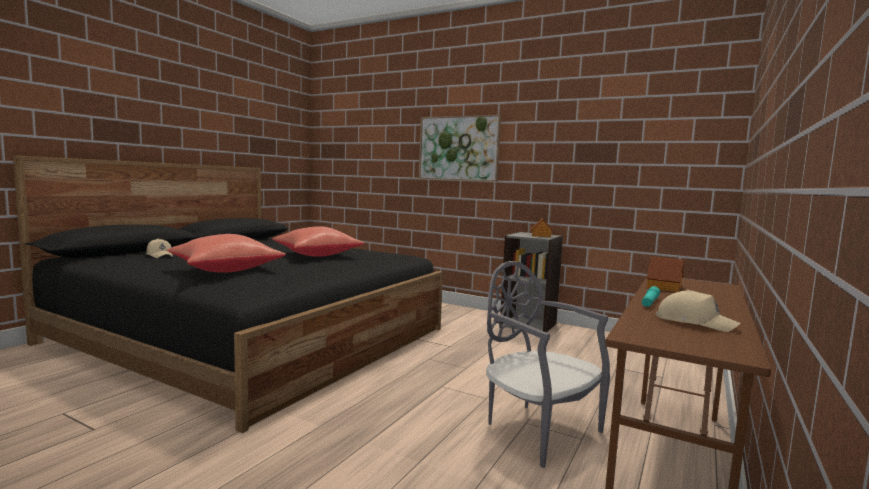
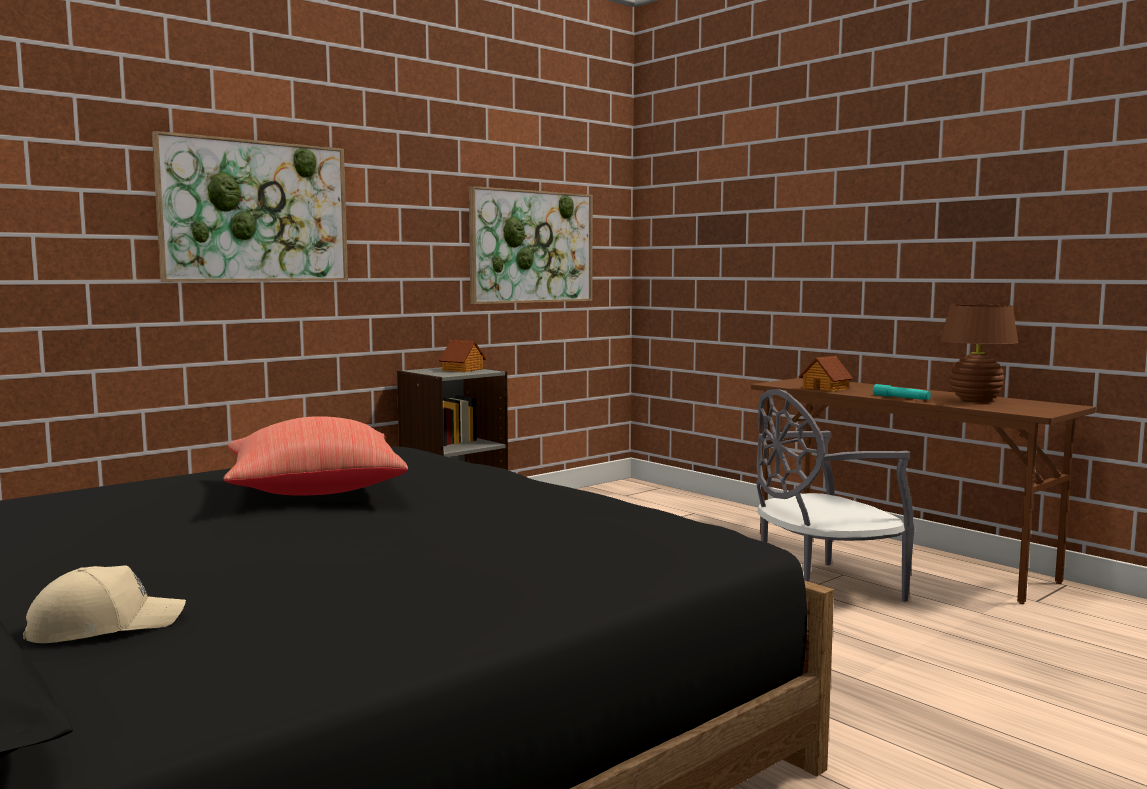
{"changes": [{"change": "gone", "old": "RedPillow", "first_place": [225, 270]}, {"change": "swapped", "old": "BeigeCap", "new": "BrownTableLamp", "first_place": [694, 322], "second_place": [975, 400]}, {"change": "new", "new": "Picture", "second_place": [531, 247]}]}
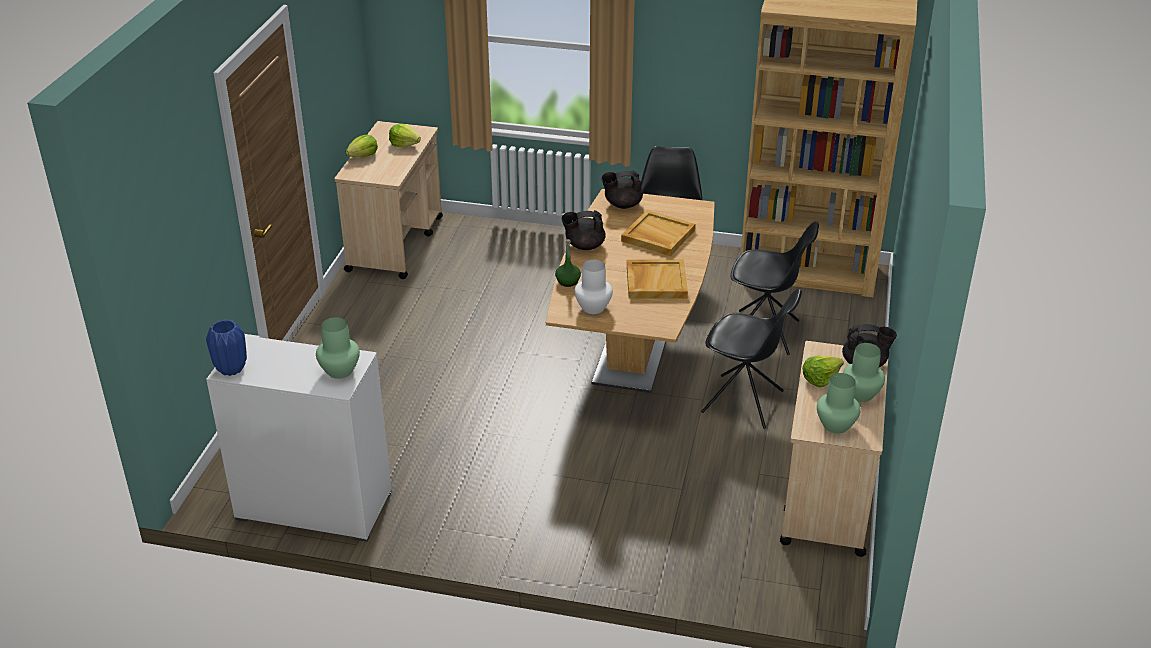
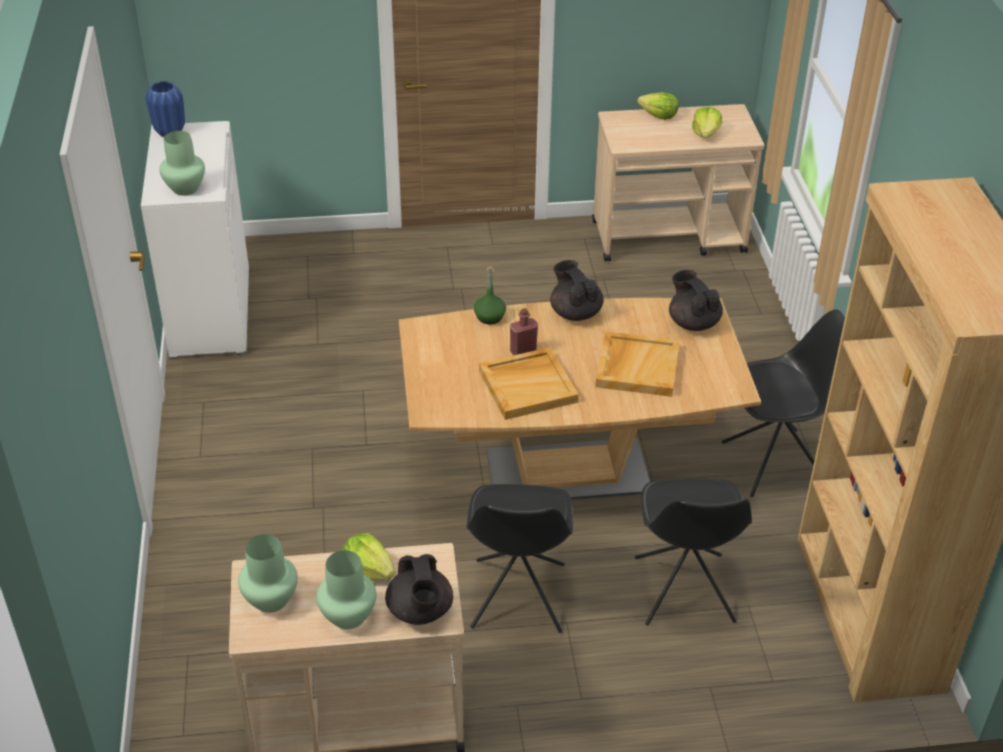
{"changes": [{"change": "gone", "old": "WhiteVase", "first_place": [594, 307]}, {"change": "new", "new": "RedBottle", "second_place": [523, 351]}]}
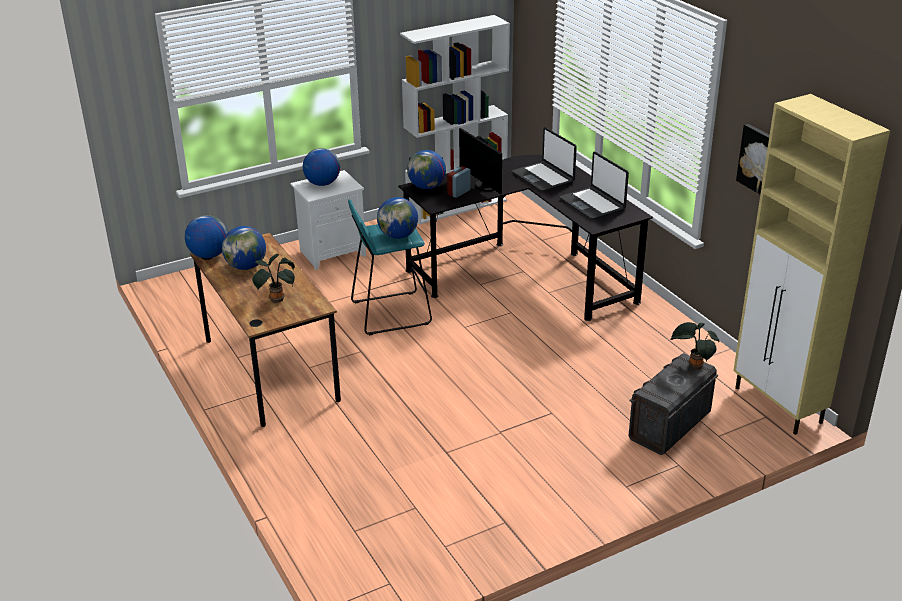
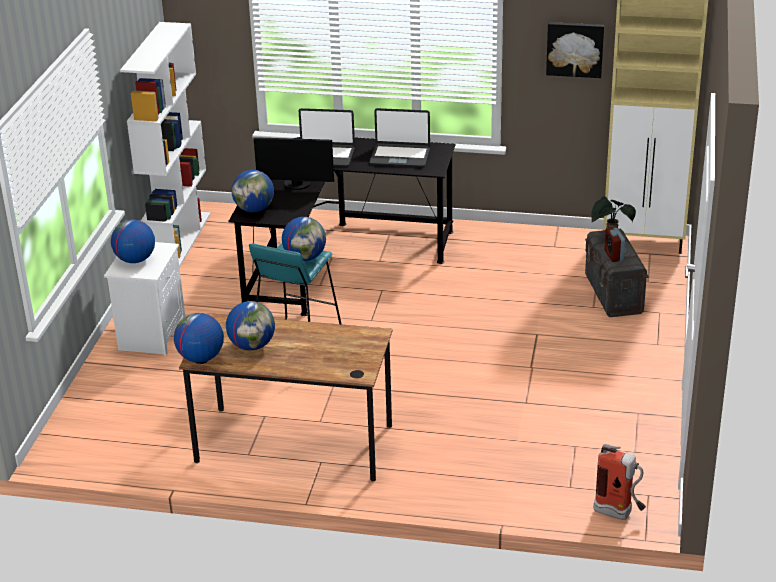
{"changes": [{"change": "gone", "old": "PottedPlant", "first_place": [276, 299]}, {"change": "shifted", "old": "AlarmClock", "first_place": [459, 192], "second_place": [613, 255]}, {"change": "new", "new": "FireExtinguisher", "second_place": [619, 514]}]}
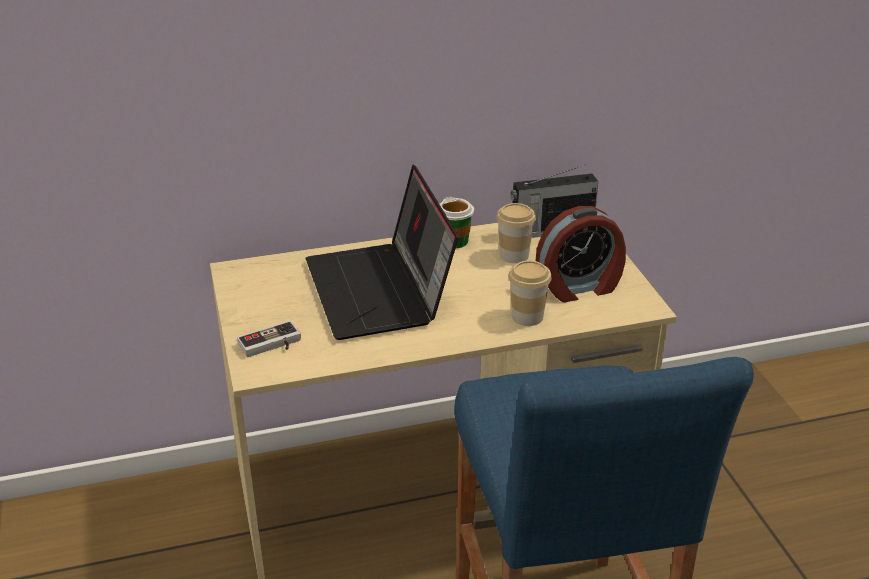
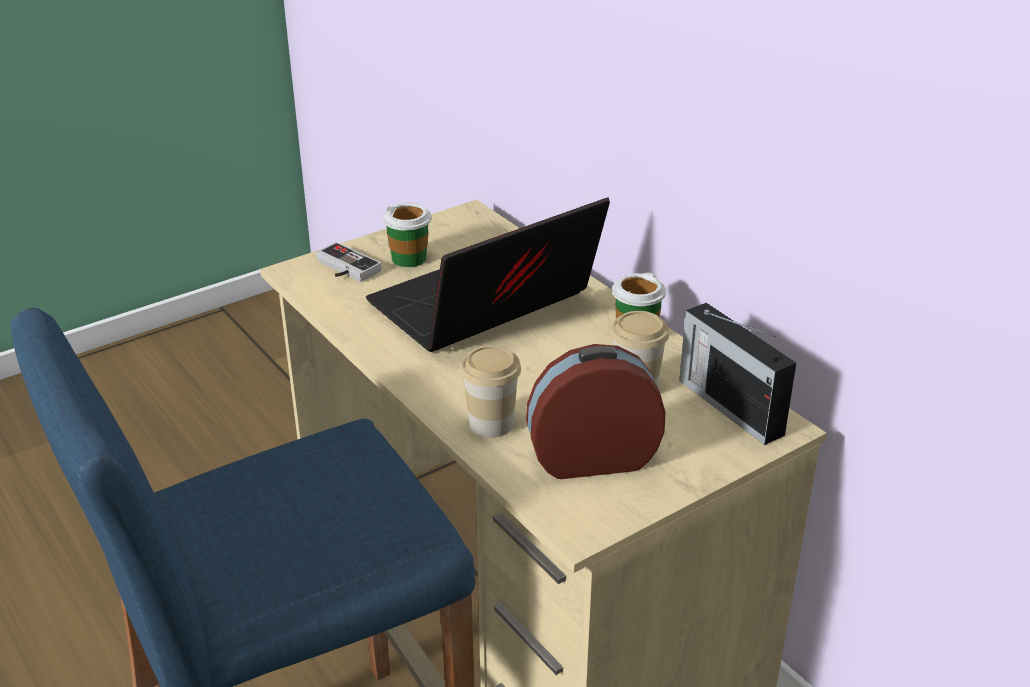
{"changes": [{"change": "rotated", "old": "AlarmClock", "first_place": [579, 287], "second_place": [592, 456], "degrees": 120}, {"change": "new", "new": "Cup", "second_place": [409, 258]}]}
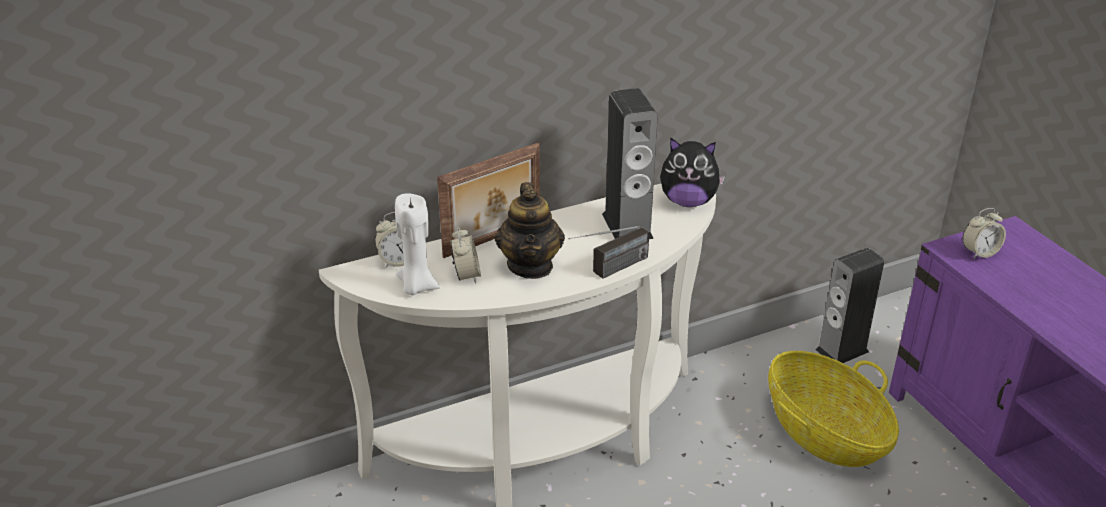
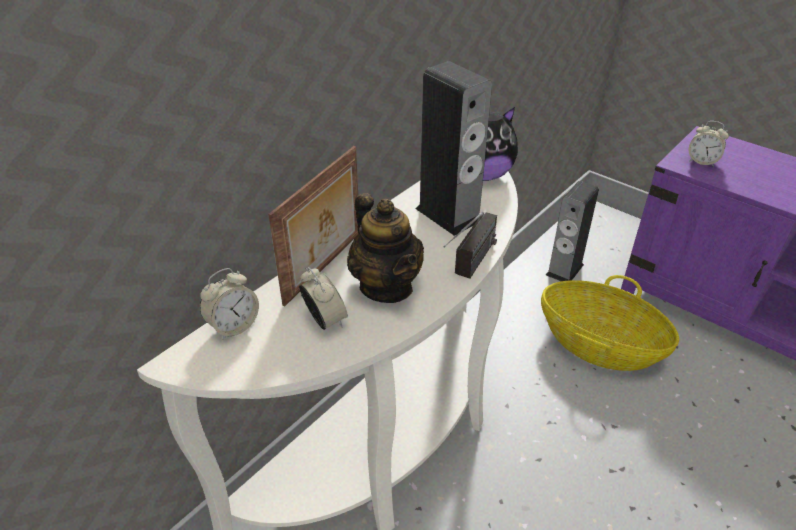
{"changes": [{"change": "gone", "old": "WhiteCandle", "first_place": [417, 286]}, {"change": "rotated", "old": "AlarmClock", "first_place": [979, 253], "second_place": [702, 161], "degrees": 75}]}
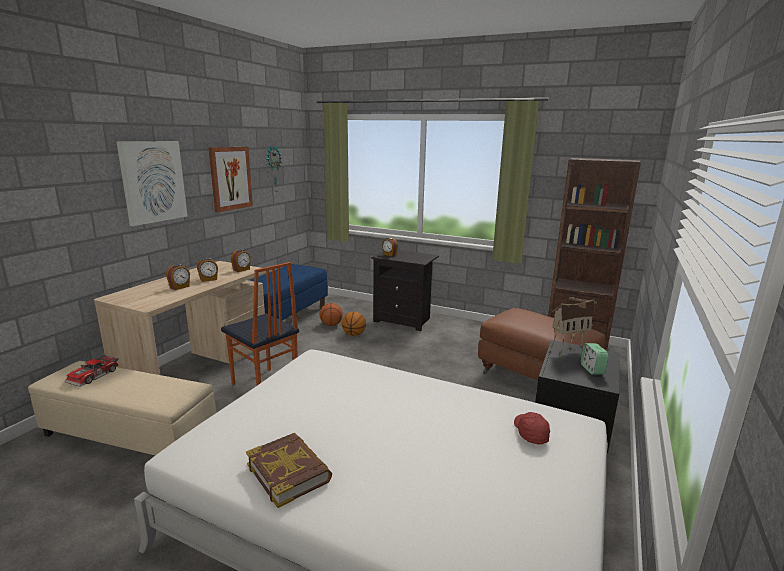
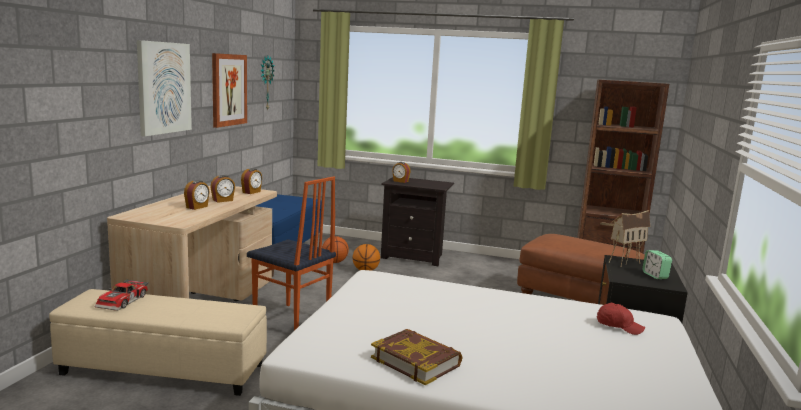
{"changes": [{"change": "rotated", "old": "RedCap", "first_place": [530, 433], "second_place": [619, 326], "degrees": 135}]}
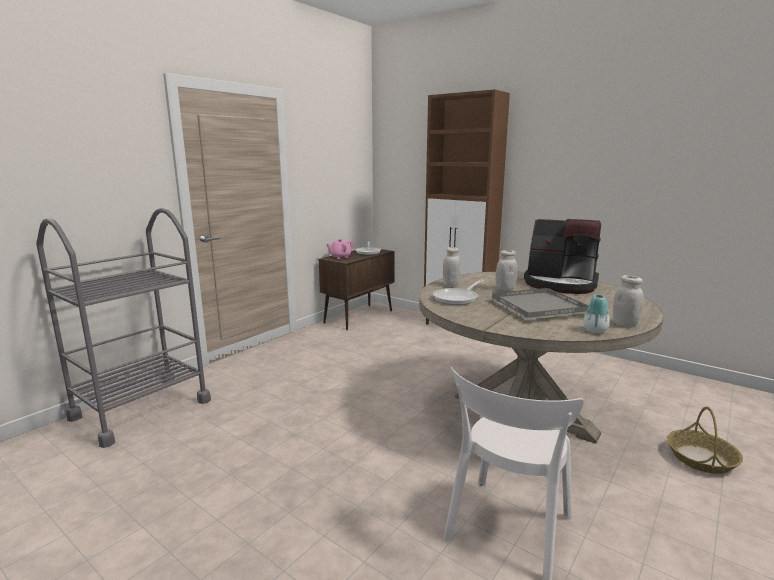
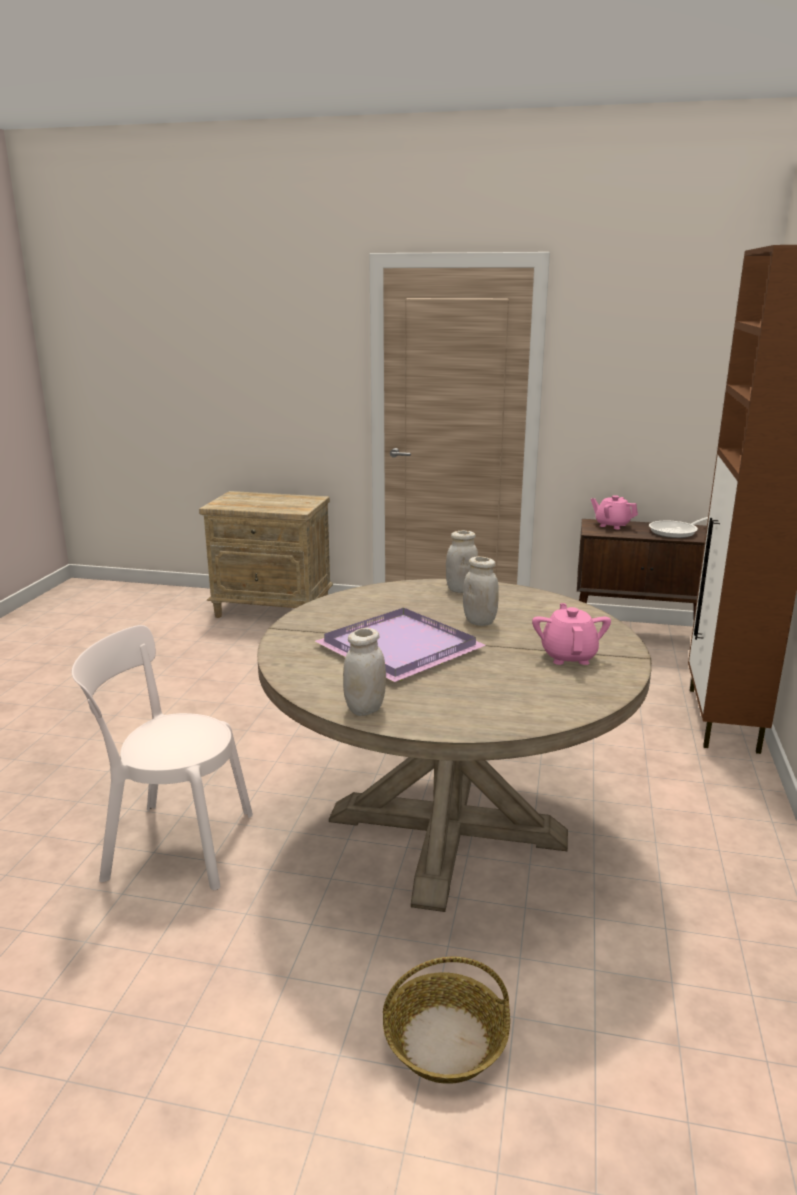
{"changes": [{"change": "swapped", "old": "GreyCart", "new": "BeigeNightstand", "first_place": [141, 409], "second_place": [273, 609]}, {"change": "gone", "old": "FryingPan", "first_place": [458, 298]}, {"change": "repainted", "old": "GreyTray", "new": "PurpleTray", "first_place": [535, 307], "second_place": [399, 647]}, {"change": "swapped", "old": "CoffeeMachine", "new": "PinkTeapot", "first_place": [560, 284], "second_place": [568, 656]}, {"change": "gone", "old": "Vase", "first_place": [595, 331]}]}
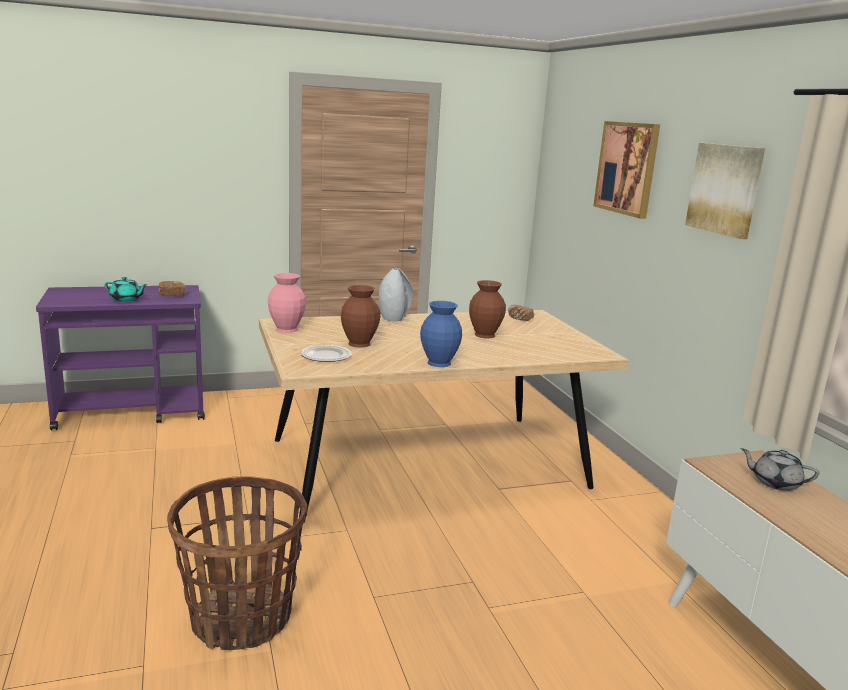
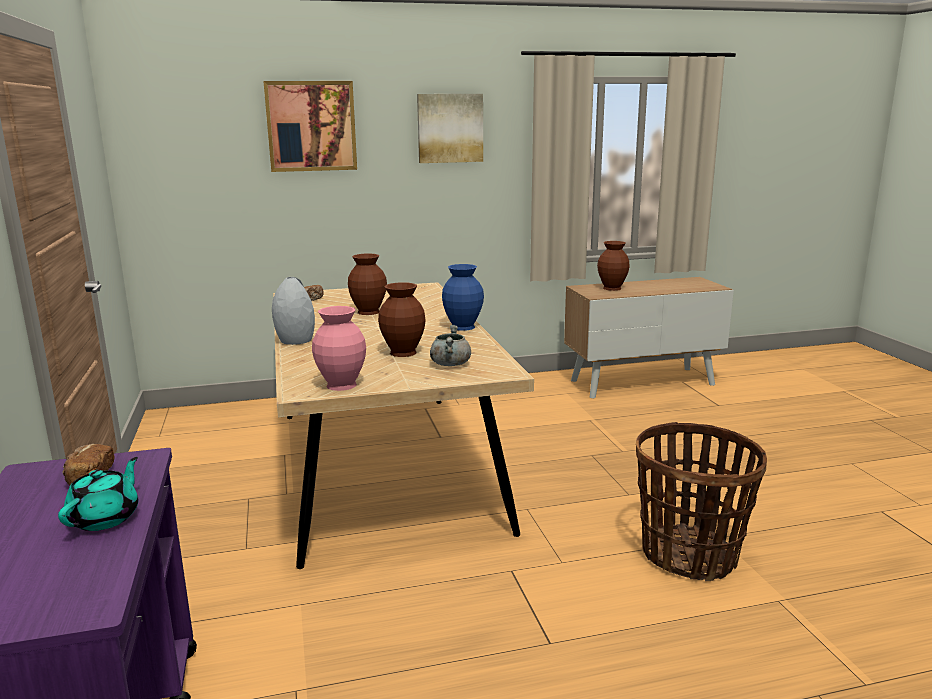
{"changes": [{"change": "swapped", "old": "Plate", "new": "GreyCookingPot", "first_place": [326, 356], "second_place": [450, 364]}, {"change": "swapped", "old": "GreyTeapot", "new": "BrownVase", "first_place": [775, 482], "second_place": [612, 288]}]}
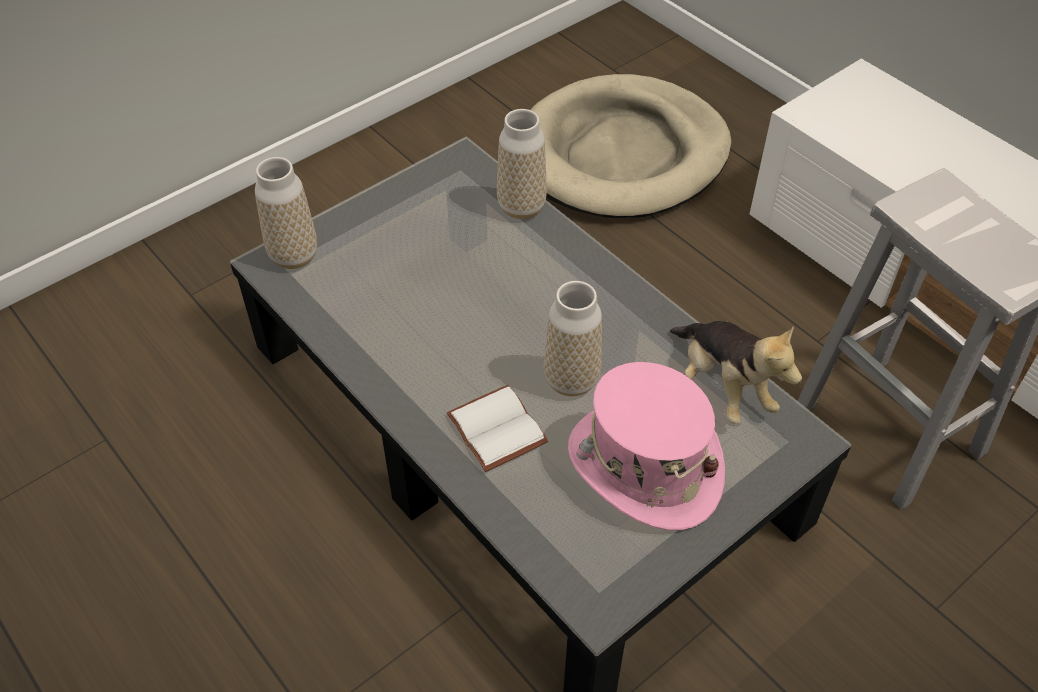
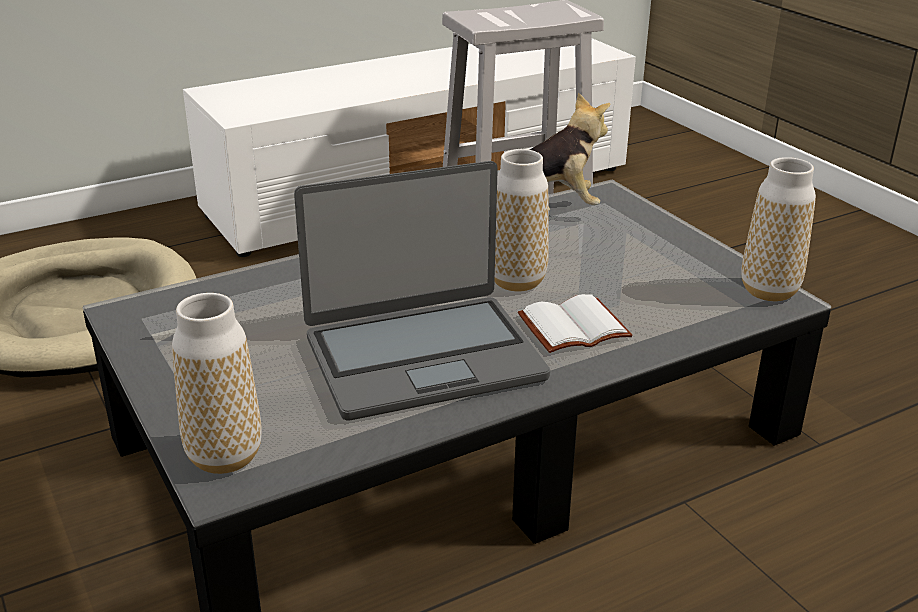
{"changes": [{"change": "shifted", "old": "Vase", "first_place": [521, 207], "second_place": [769, 291]}, {"change": "gone", "old": "PinkHat", "first_place": [643, 466]}, {"change": "new", "new": "Laptop", "second_place": [423, 356]}]}
